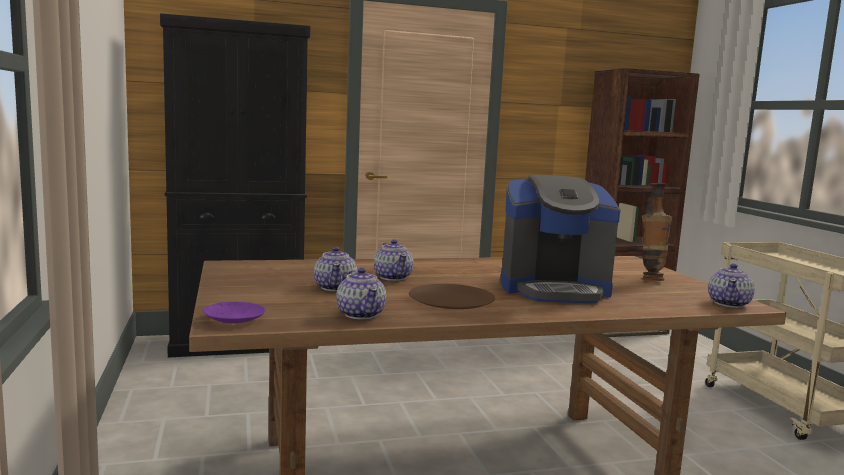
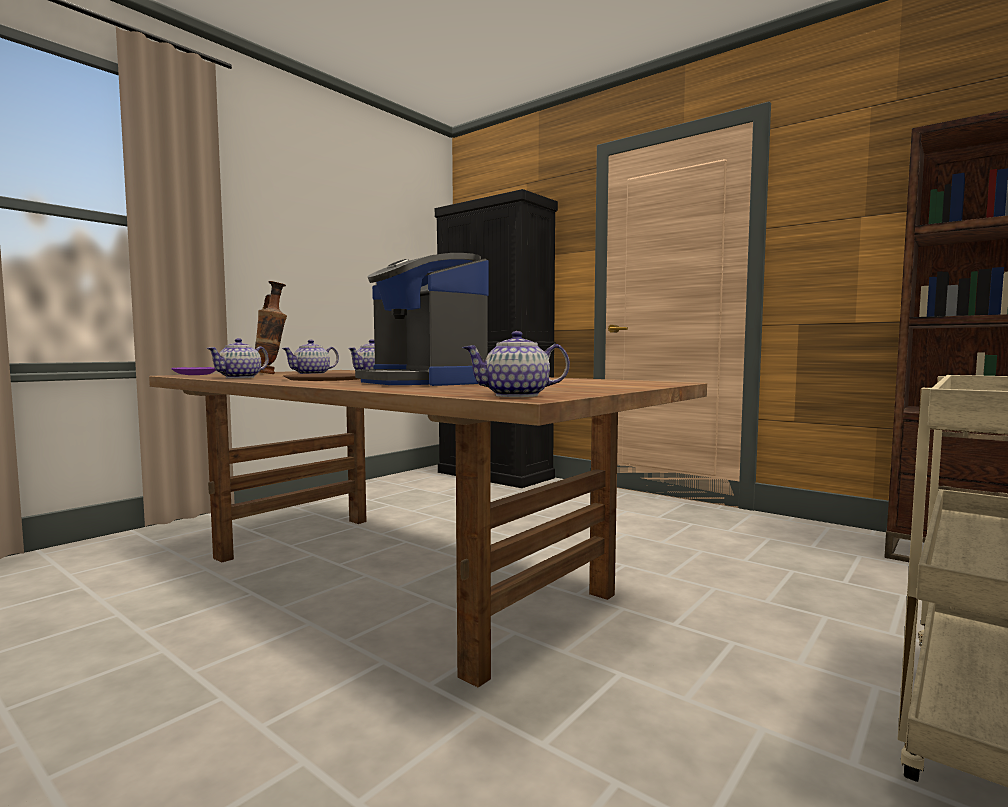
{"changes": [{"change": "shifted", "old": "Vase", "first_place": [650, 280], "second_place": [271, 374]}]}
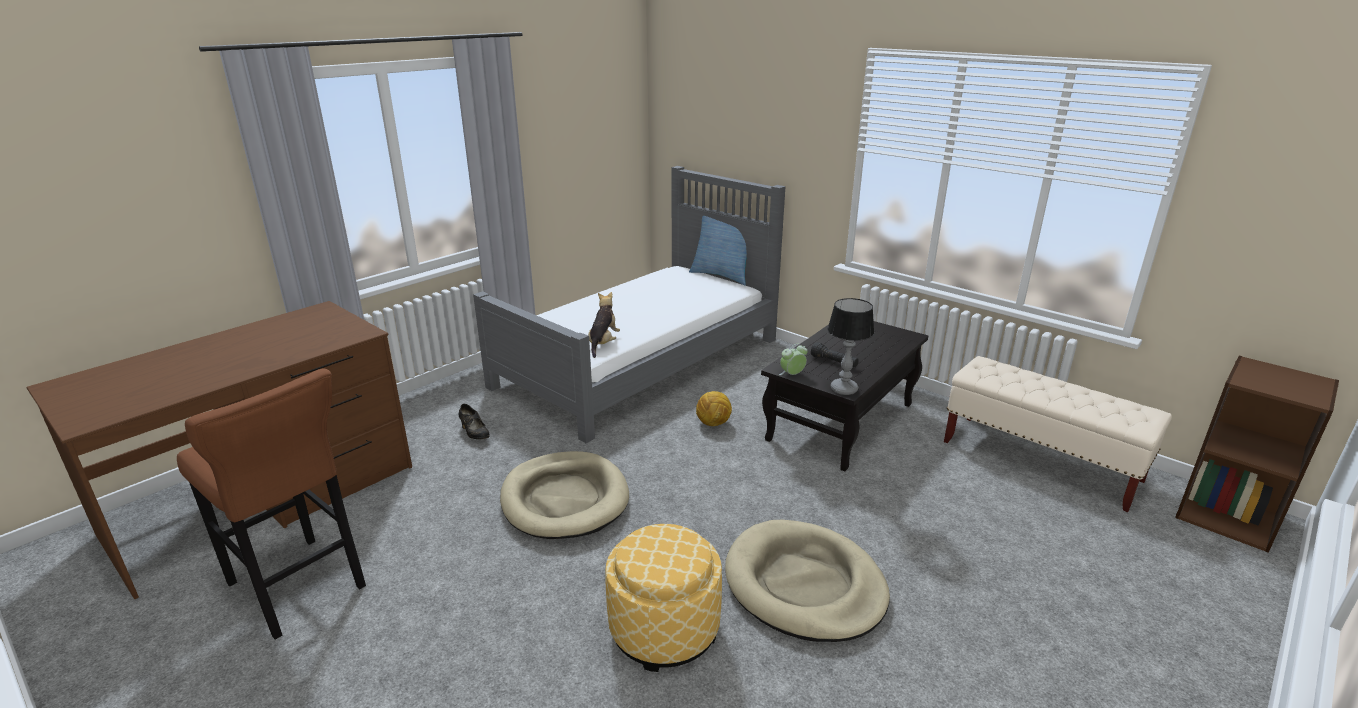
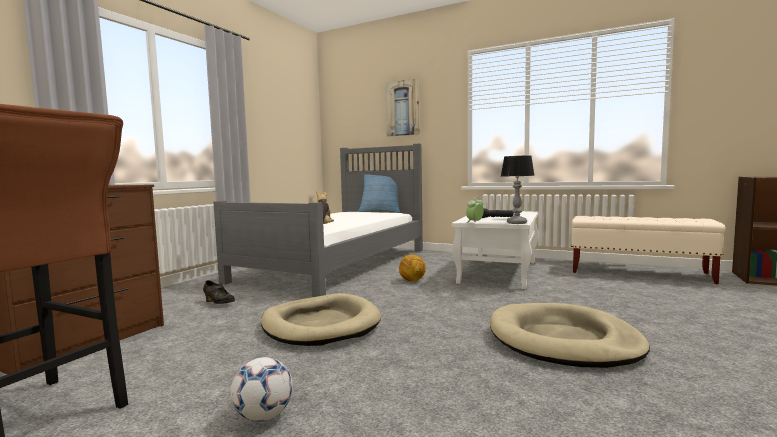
{"changes": [{"change": "gone", "old": "Ottoman", "first_place": [664, 629]}, {"change": "repainted", "old": "BlackCoffeeTable", "new": "WhiteCoffeeTable", "first_place": [840, 422], "second_place": [498, 272]}, {"change": "new", "new": "Football", "second_place": [263, 416]}, {"change": "new", "new": "Picture", "second_place": [403, 108]}]}
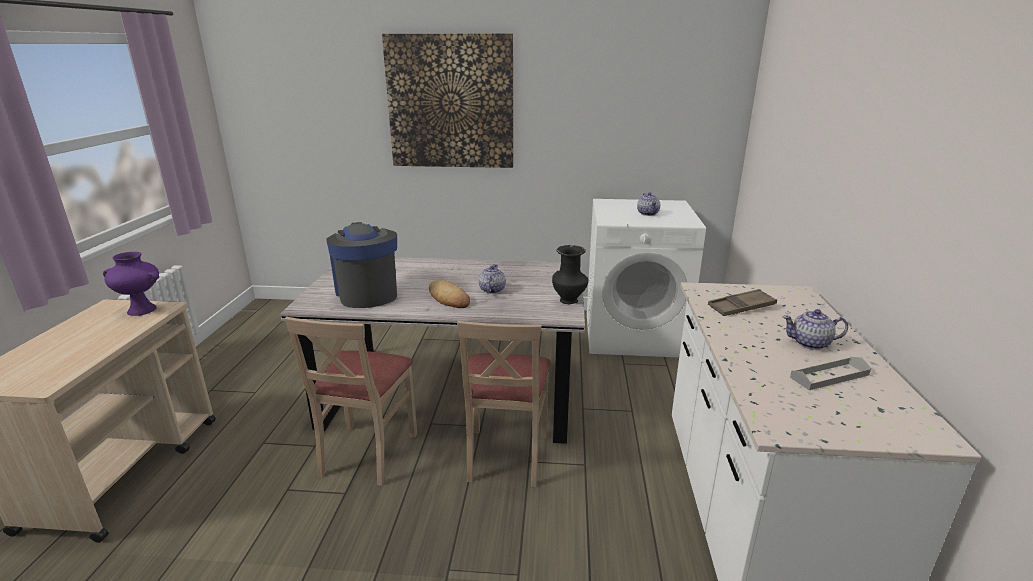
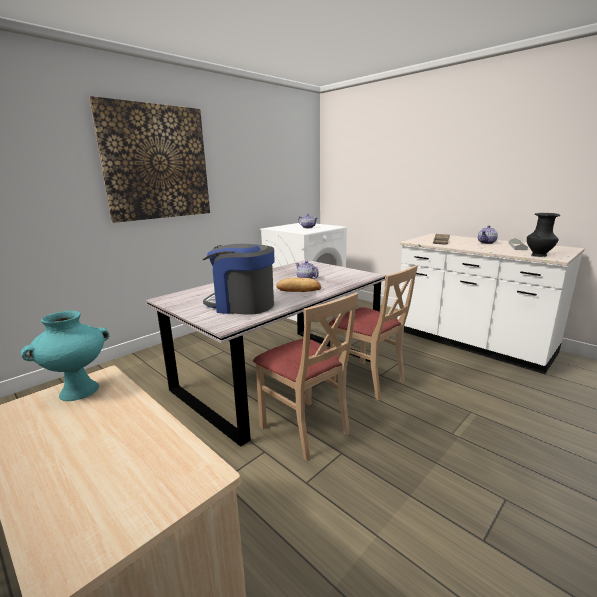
{"changes": [{"change": "repainted", "old": "PurpleVase", "new": "TurquoiseVase", "first_place": [143, 310], "second_place": [80, 390]}, {"change": "shifted", "old": "BlackVase", "first_place": [569, 301], "second_place": [539, 255]}]}
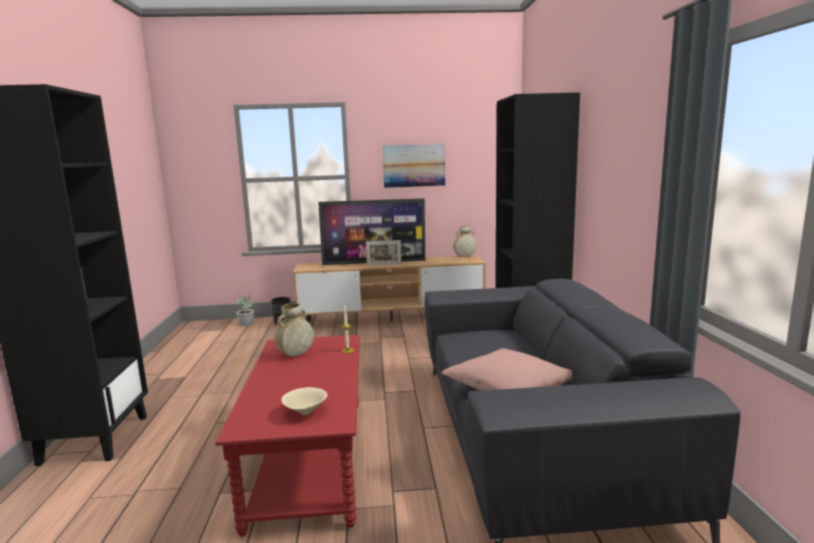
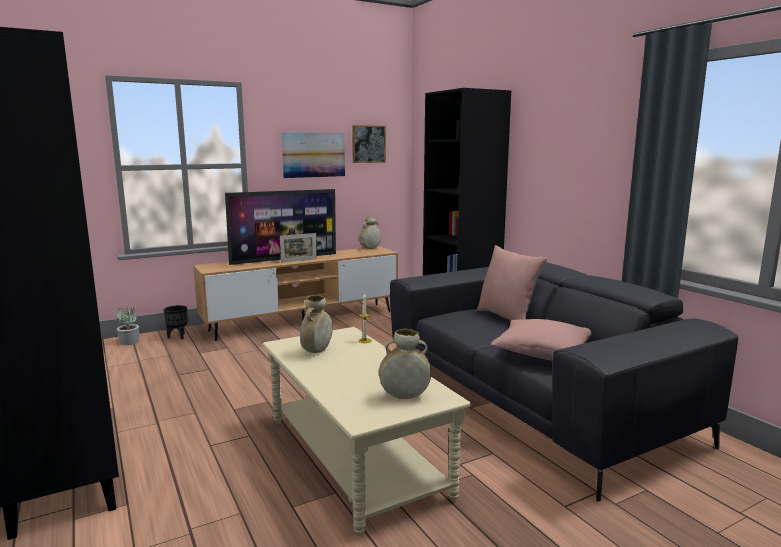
{"changes": [{"change": "repainted", "old": "RedCoffeeTable", "new": "BeigeCoffeeTable", "first_place": [309, 460], "second_place": [355, 457]}, {"change": "swapped", "old": "BeigeBowl", "new": "BeigeVase", "first_place": [305, 413], "second_place": [404, 396]}, {"change": "new", "new": "Picture", "second_place": [368, 144]}, {"change": "new", "new": "PinkPillow", "second_place": [507, 317]}]}
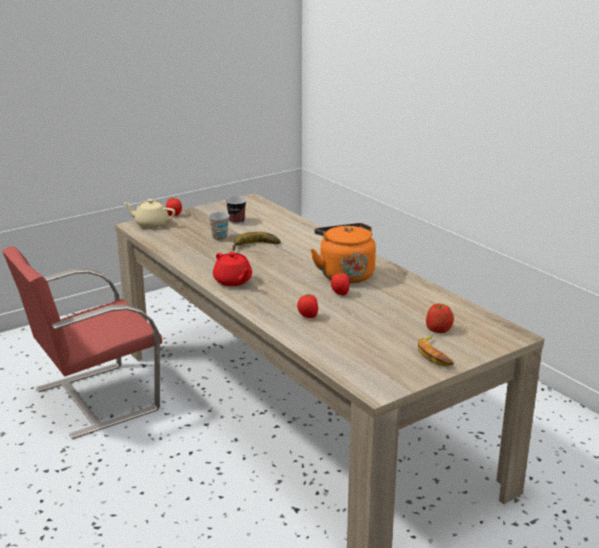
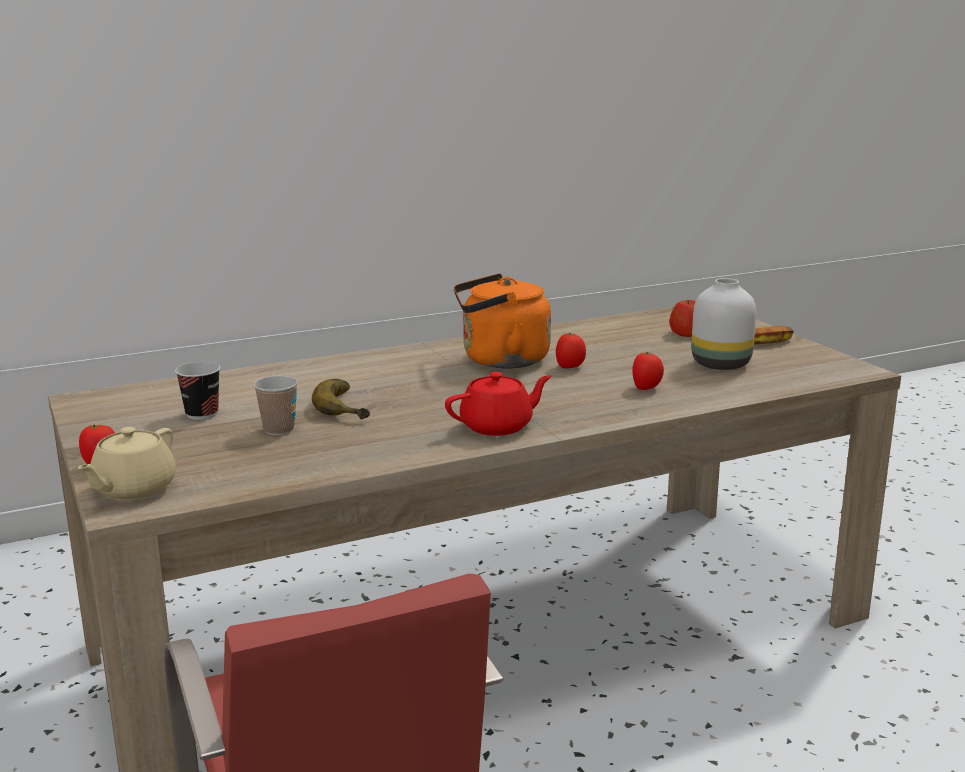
{"changes": [{"change": "new", "new": "WhiteVase", "second_place": [719, 364]}]}
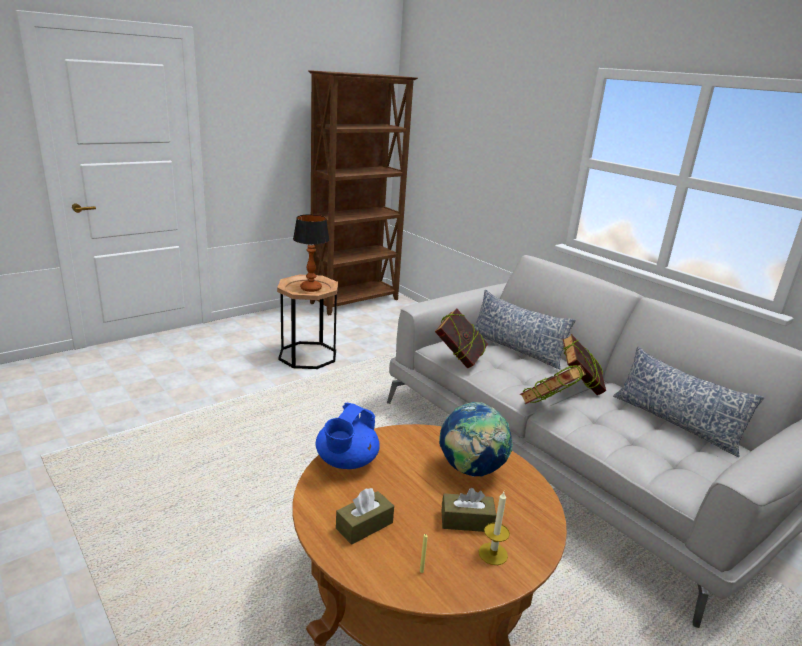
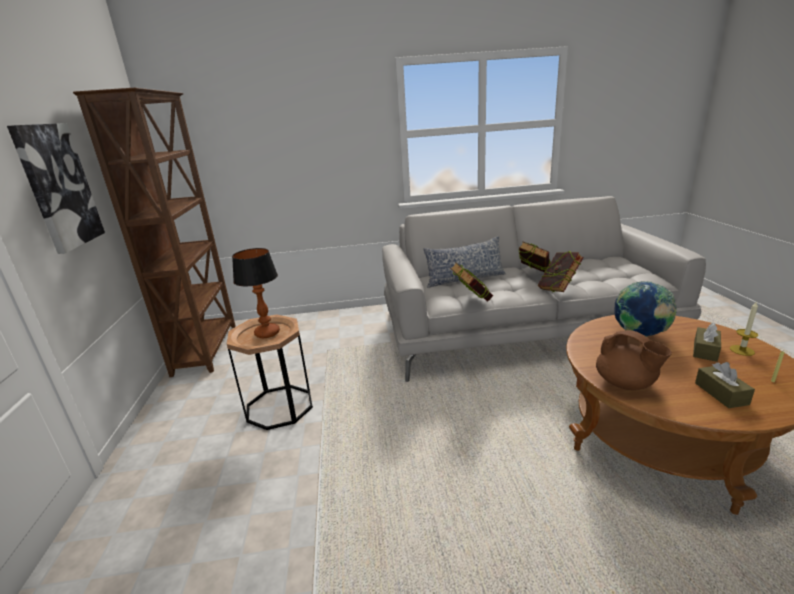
{"changes": [{"change": "repainted", "old": "BlueTeapot", "new": "BrownTeapot", "first_place": [346, 462], "second_place": [625, 383]}, {"change": "gone", "old": "Pillow", "first_place": [675, 422]}, {"change": "new", "new": "Picture", "second_place": [58, 187]}]}
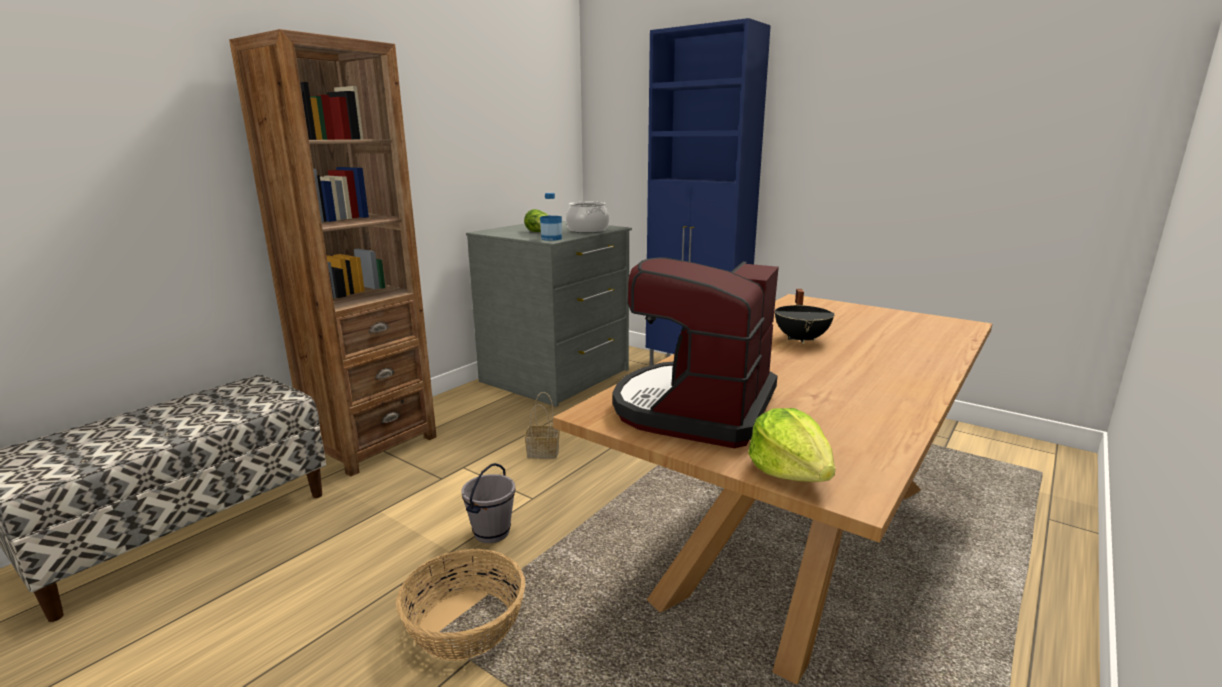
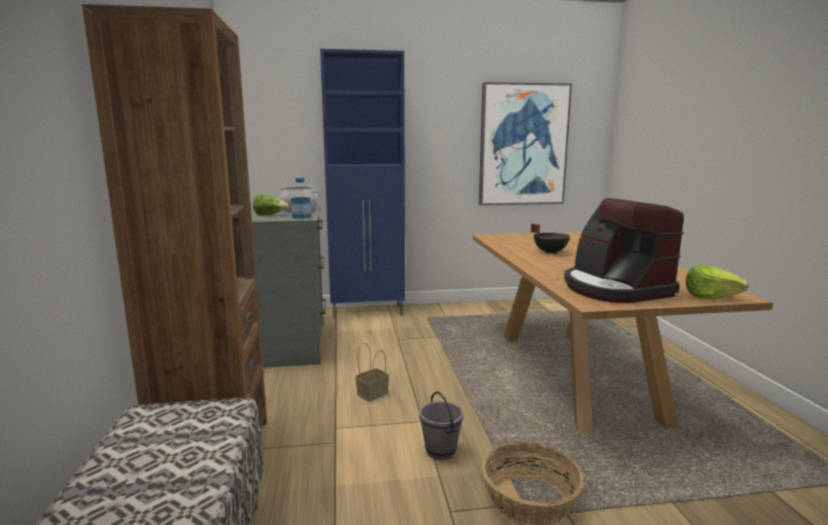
{"changes": [{"change": "new", "new": "Picture", "second_place": [523, 145]}]}
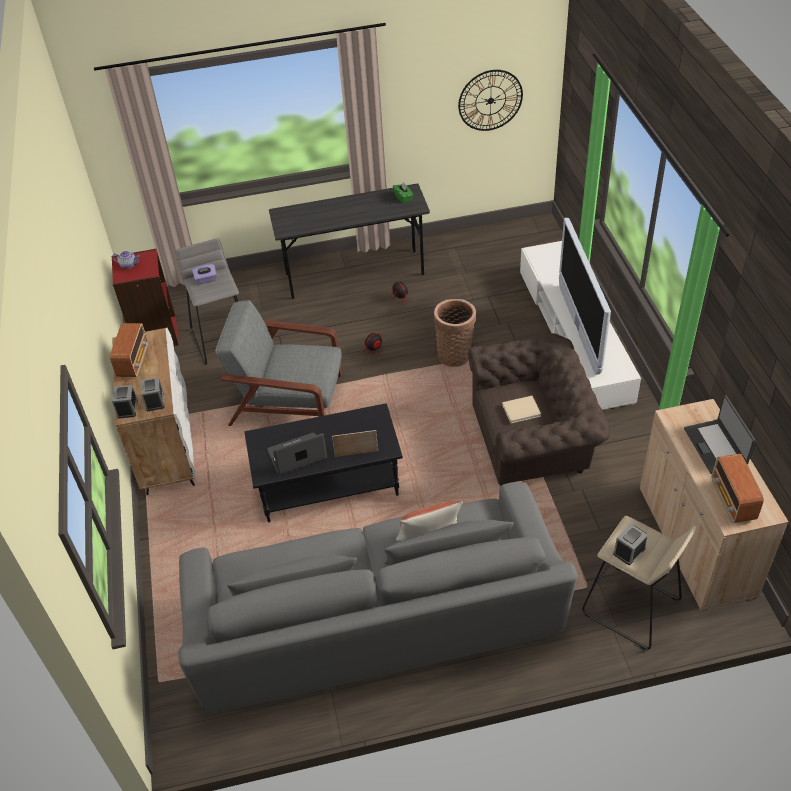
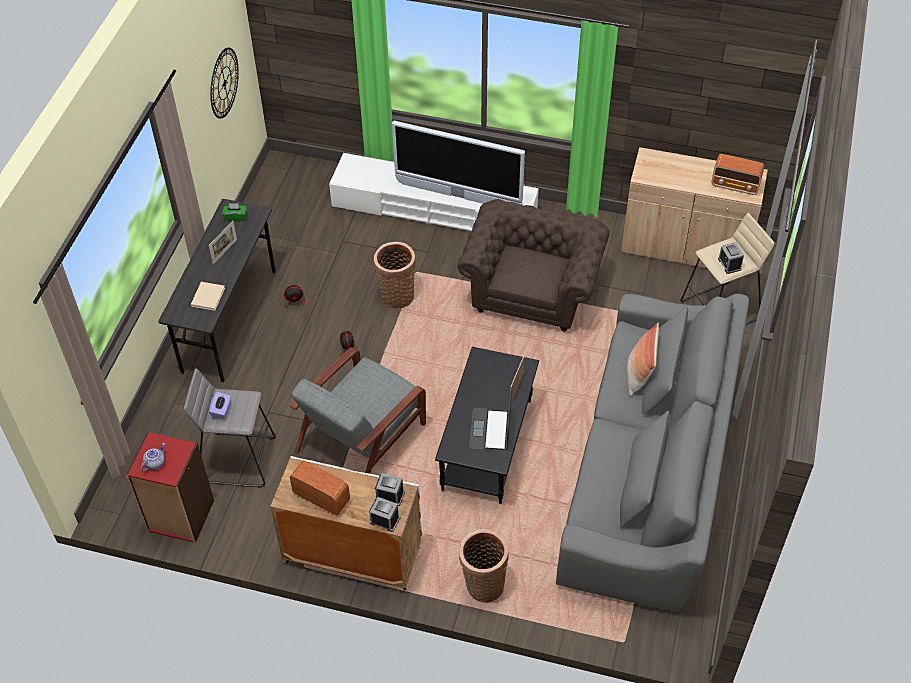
{"changes": [{"change": "shifted", "old": "BeigeBook", "first_place": [522, 410], "second_place": [208, 296]}, {"change": "gone", "old": "Laptop", "first_place": [716, 446]}, {"change": "new", "new": "PictureFrame", "second_place": [225, 251]}, {"change": "new", "new": "Basket", "second_place": [483, 584]}]}
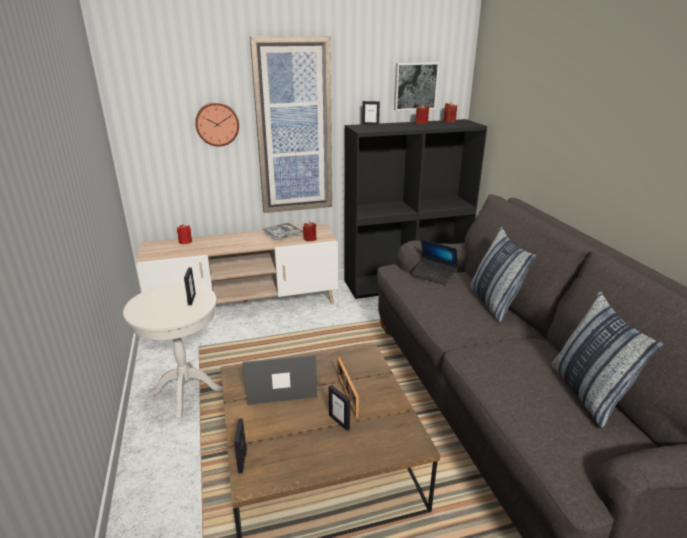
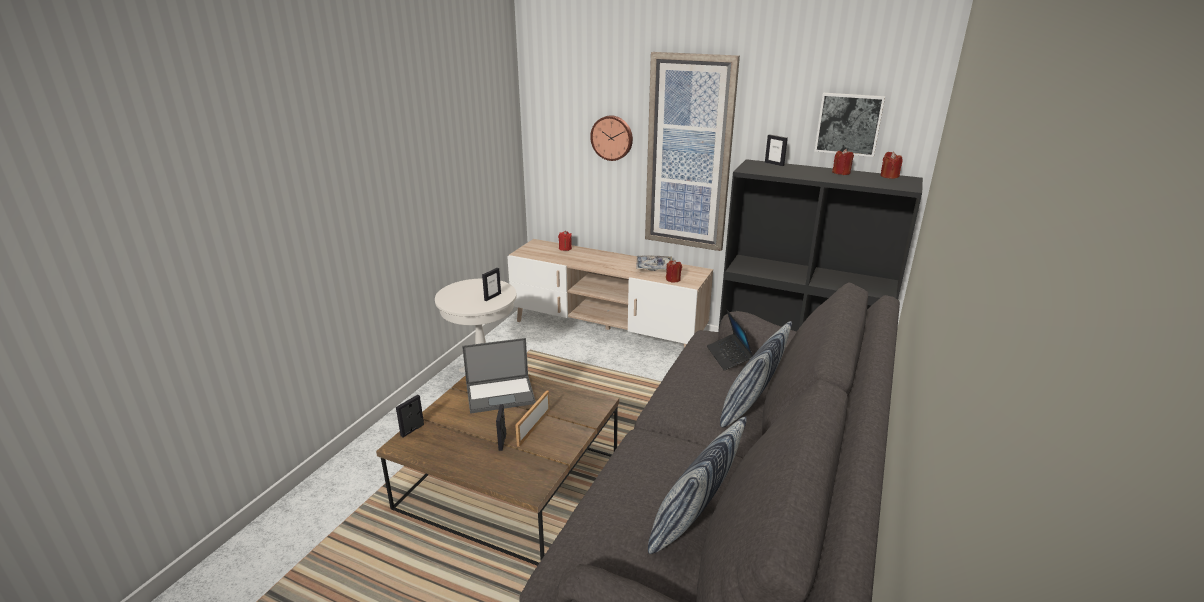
{"changes": [{"change": "rotated", "old": "Laptop", "first_place": [280, 384], "second_place": [501, 394], "degrees": 135}]}
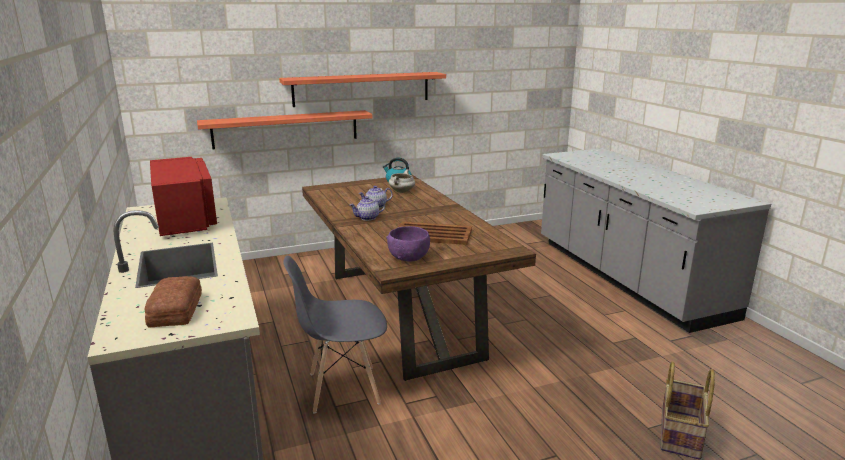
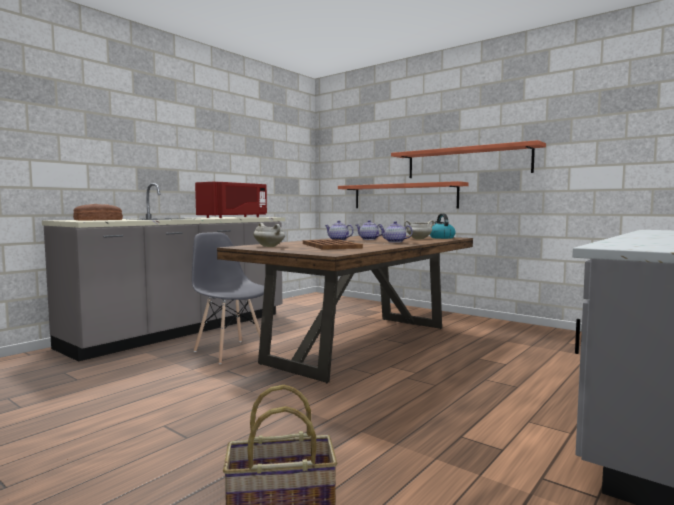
{"changes": [{"change": "swapped", "old": "PurpleBowl", "new": "WhiteCookingPot", "first_place": [408, 257], "second_place": [270, 246]}, {"change": "new", "new": "Teapot", "second_place": [394, 242]}]}
